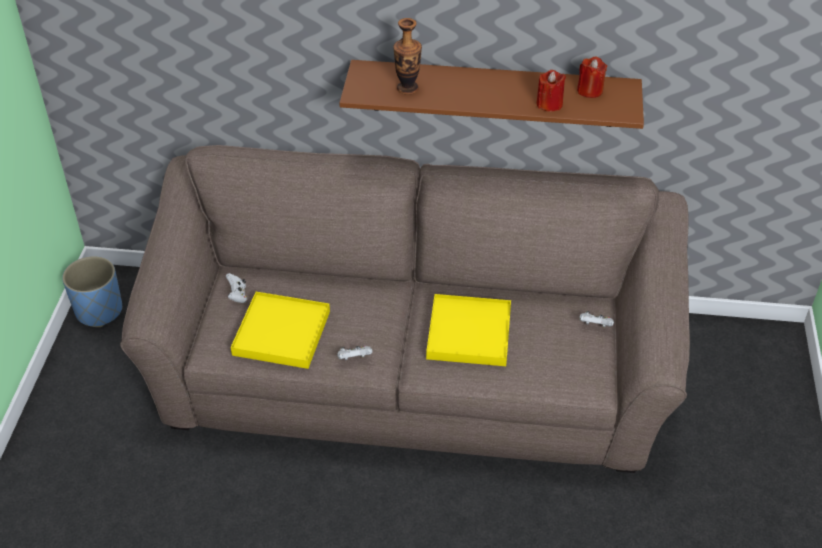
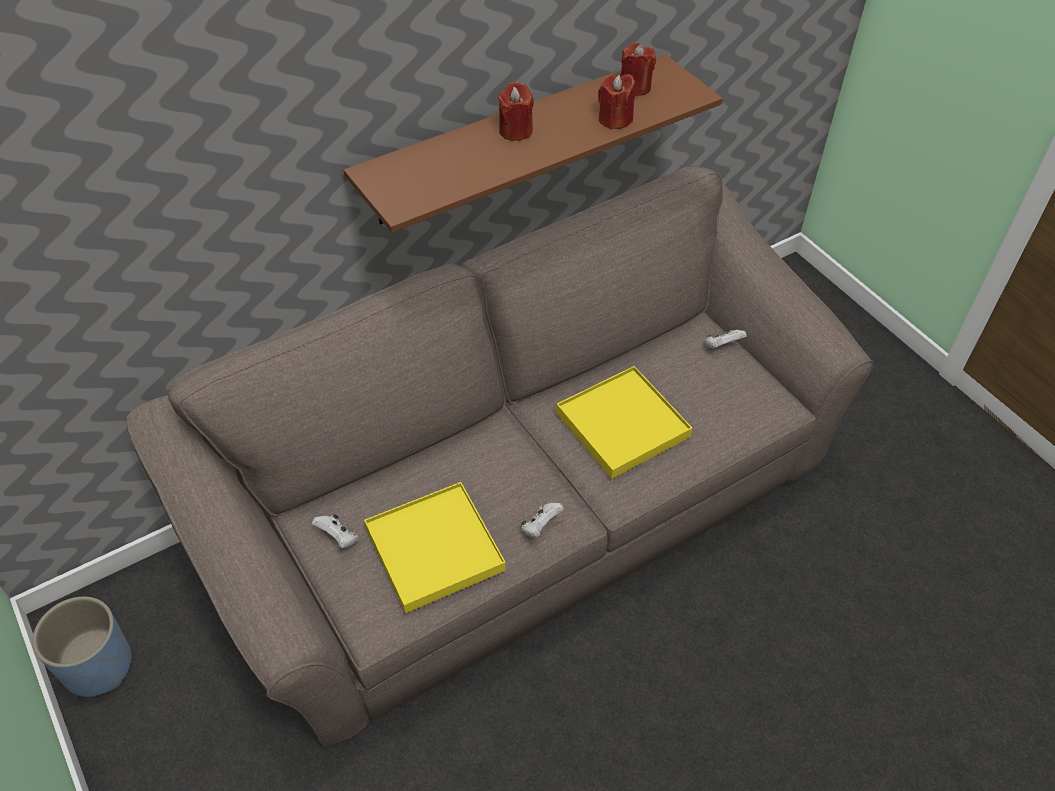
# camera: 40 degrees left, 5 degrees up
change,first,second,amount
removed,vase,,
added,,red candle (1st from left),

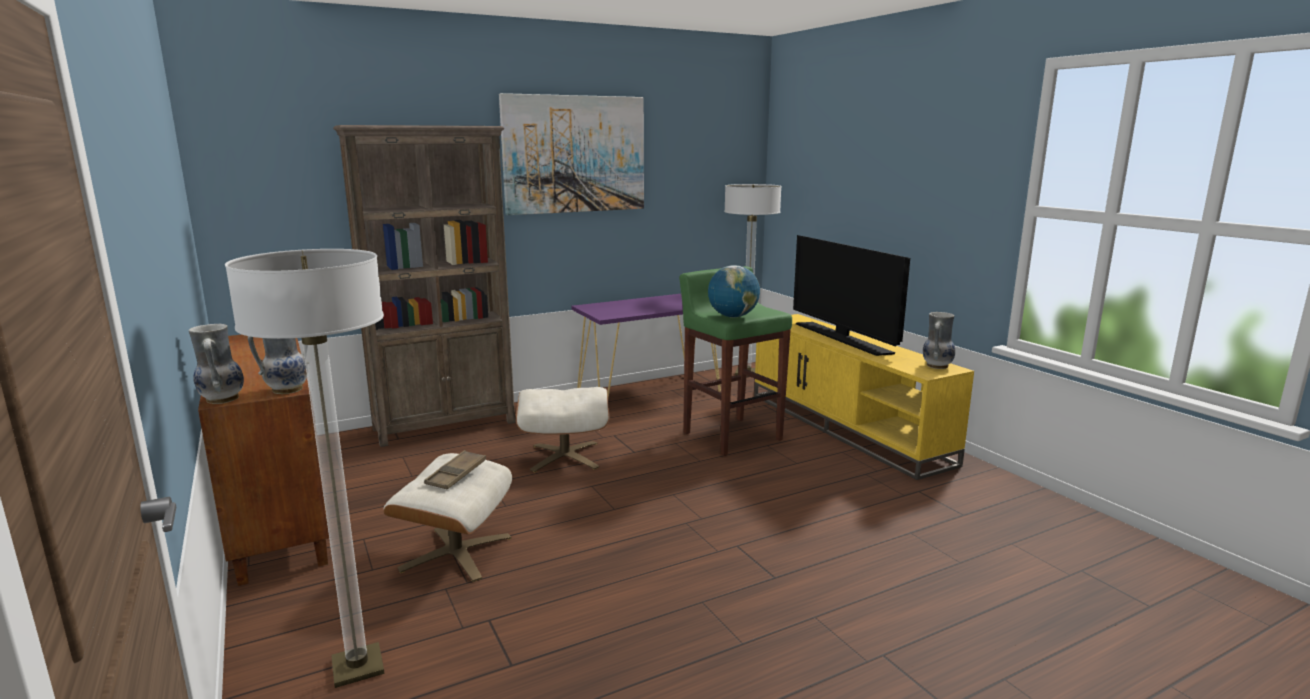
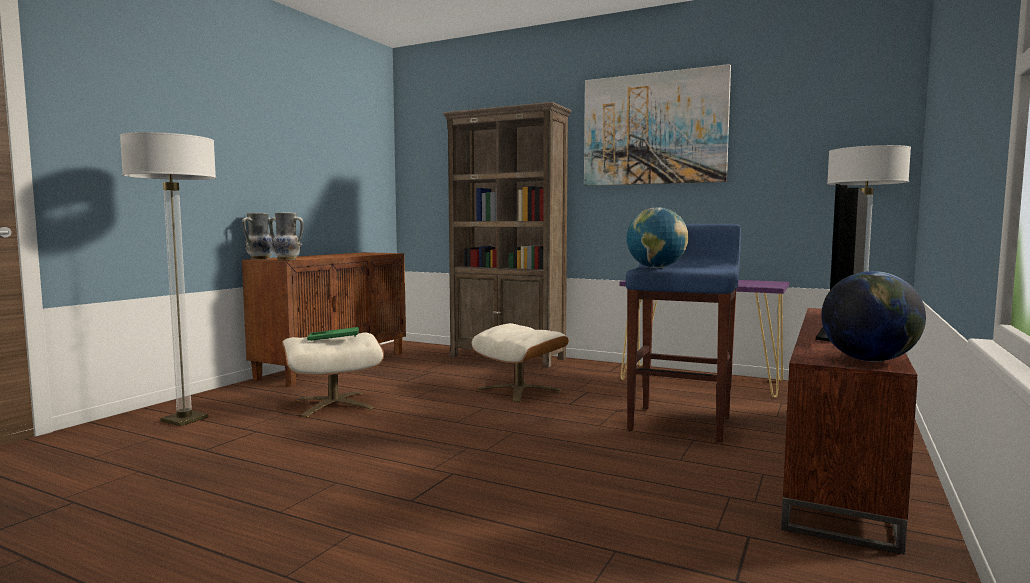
# camera: 55 degrees right, 10 degrees down
change,first,second,amount
recoloured,green-coloured stool seat,blue stool seat,
replaced,vase (3rd from left),desk globe (2nd from left),
recoloured,yellow-coloured media console,brownish media console,
recoloured,brownish tray,green-coloured tray,

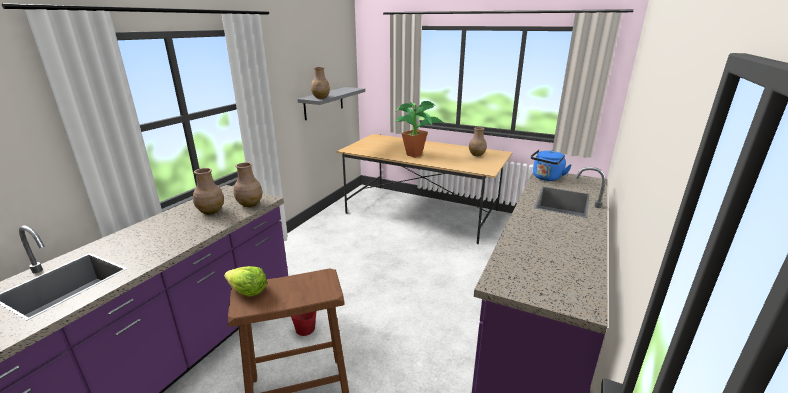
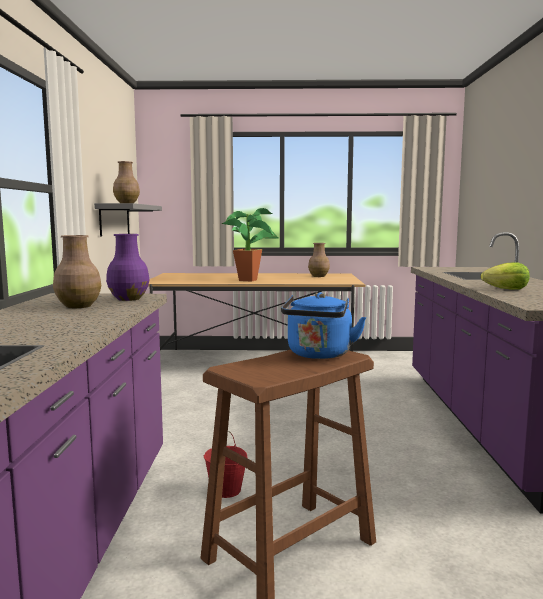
# camera: 25 degrees left, 15 degrees down
change,first,second,amount
moved,blue kettle,,
recoloured,brownish vase (2nd from left),purple vase,
moved,head of lettuce,,

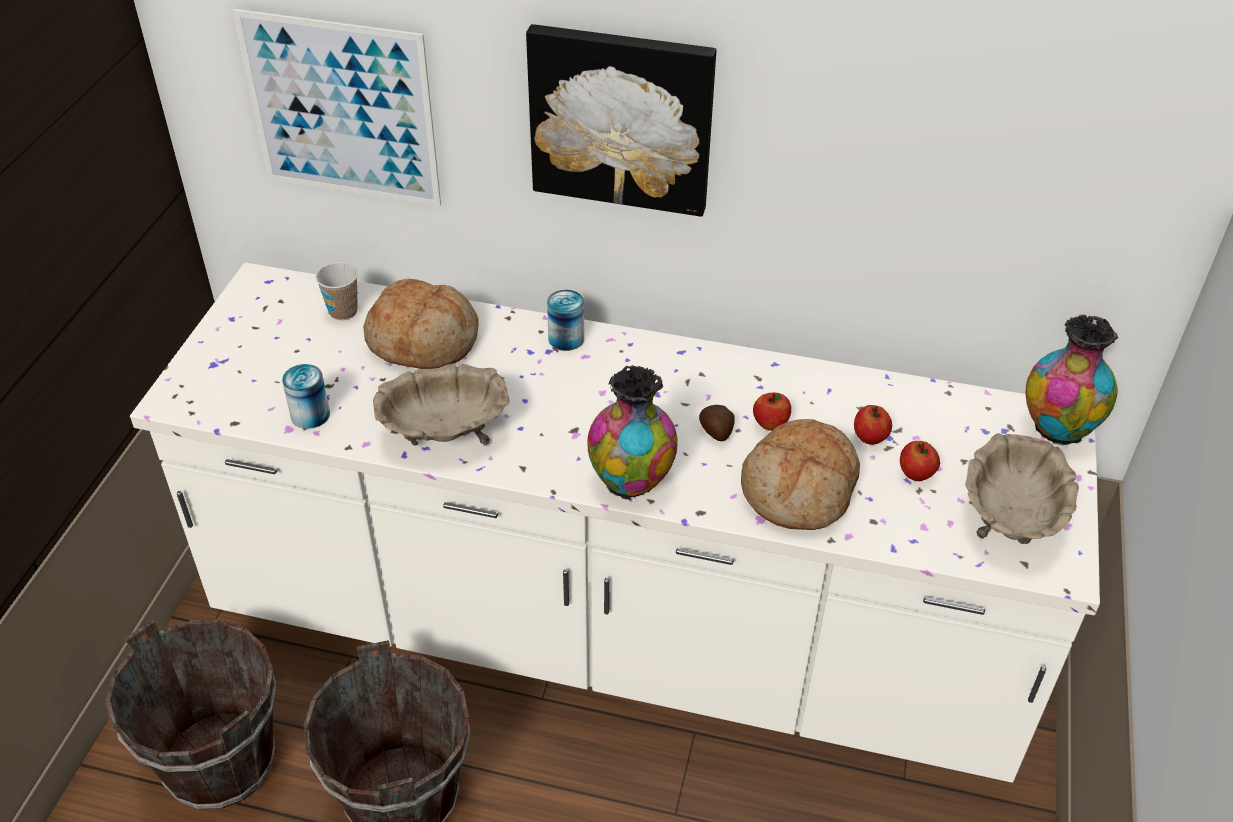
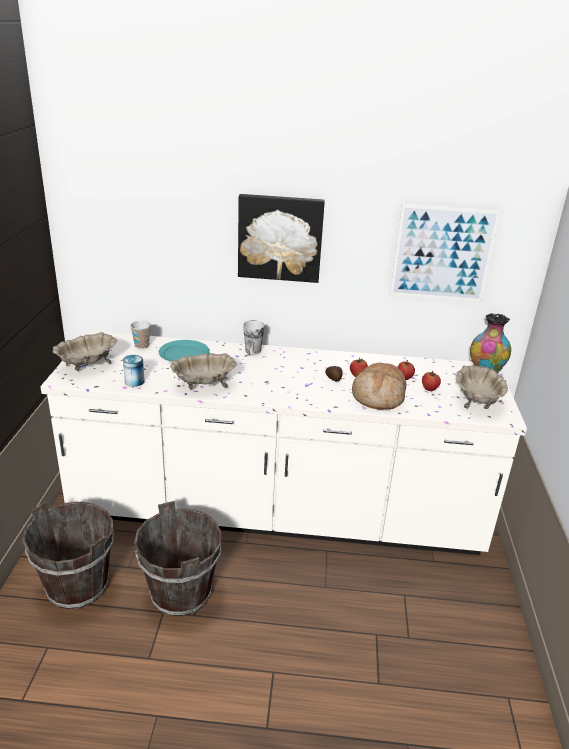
# camera: 10 degrees left, 15 degrees down
change,first,second,amount
moved,wall art (1st from left in the first image),wall art (2nd from left),
replaced,bakery bread (1st from left),turquoise flat dish,
replaced,sealed can (2nd from left),cup (2nd from left),
removed,vase (1st from left),,
added,,beige deep dish (1st from left),

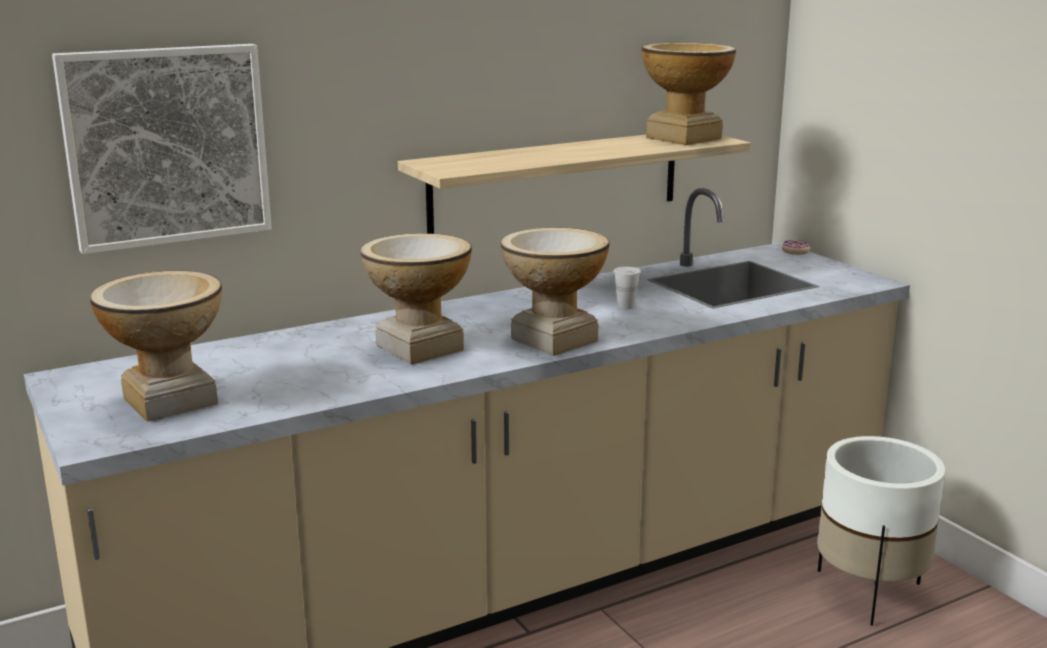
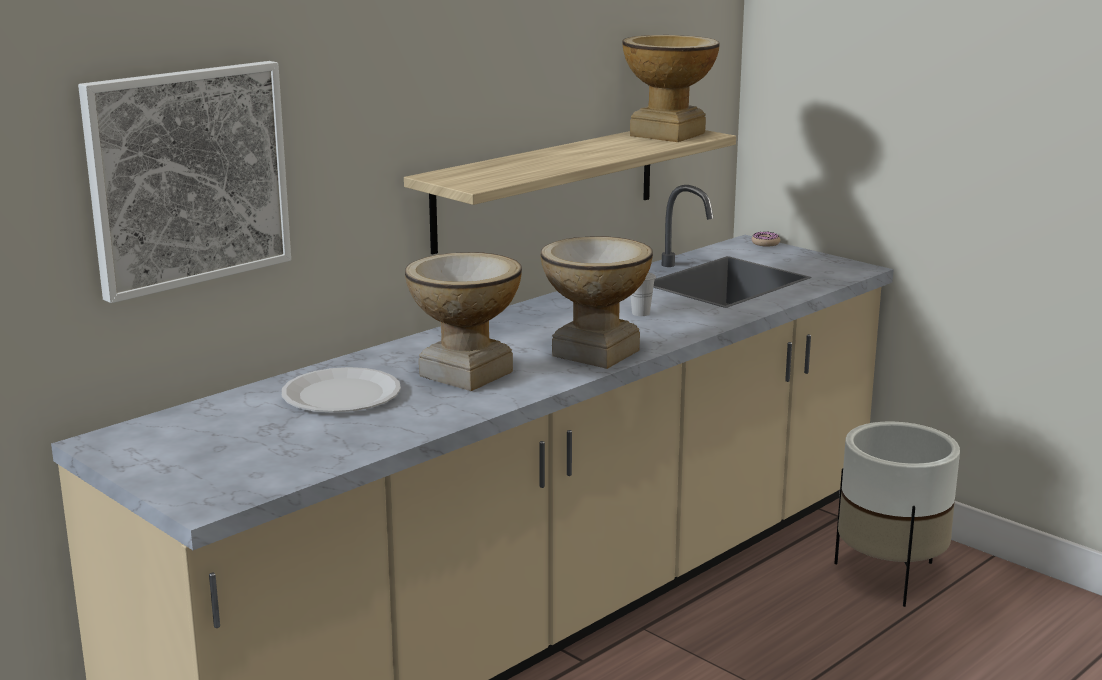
# camera: 15 degrees left, 0 degrees up
change,first,second,amount
removed,vase (1st from left),,
added,,white flat dish,

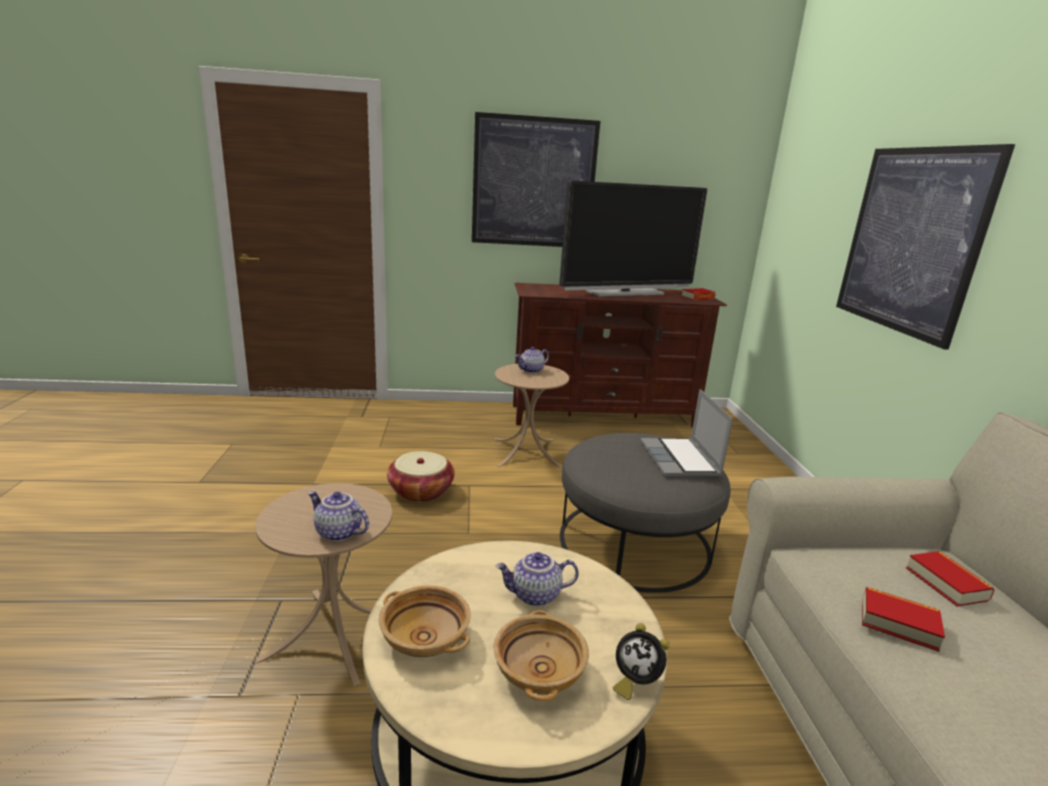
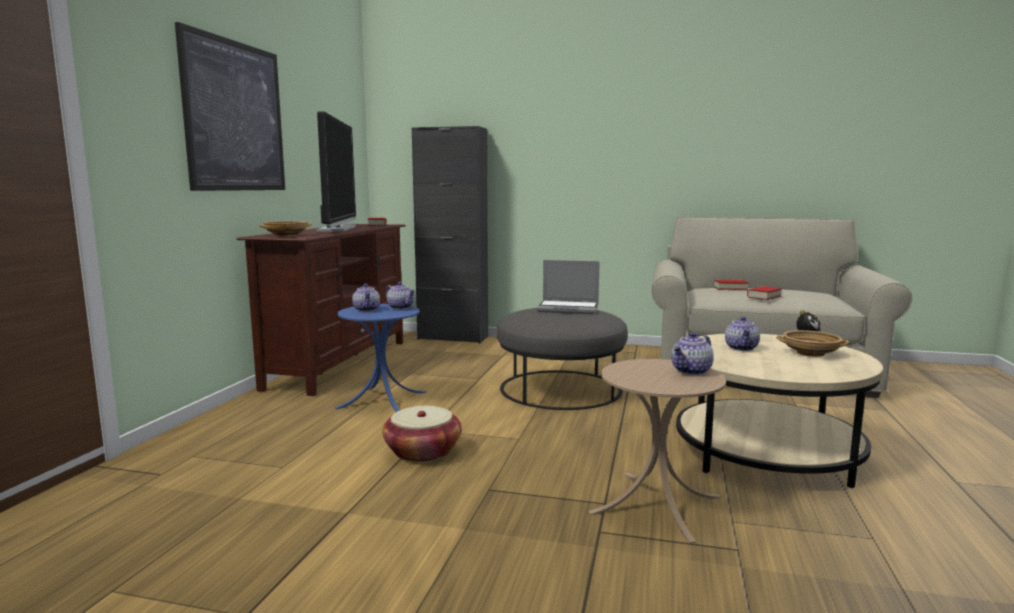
# camera: 70 degrees left, 10 degrees down
change,first,second,amount
removed,wall art (2nd from left),,
recoloured,beige end table (2nd from left),blue end table,
moved,beige deep dish (1st from left),,
added,,black cupboard,
added,,teapot (2nd from left),

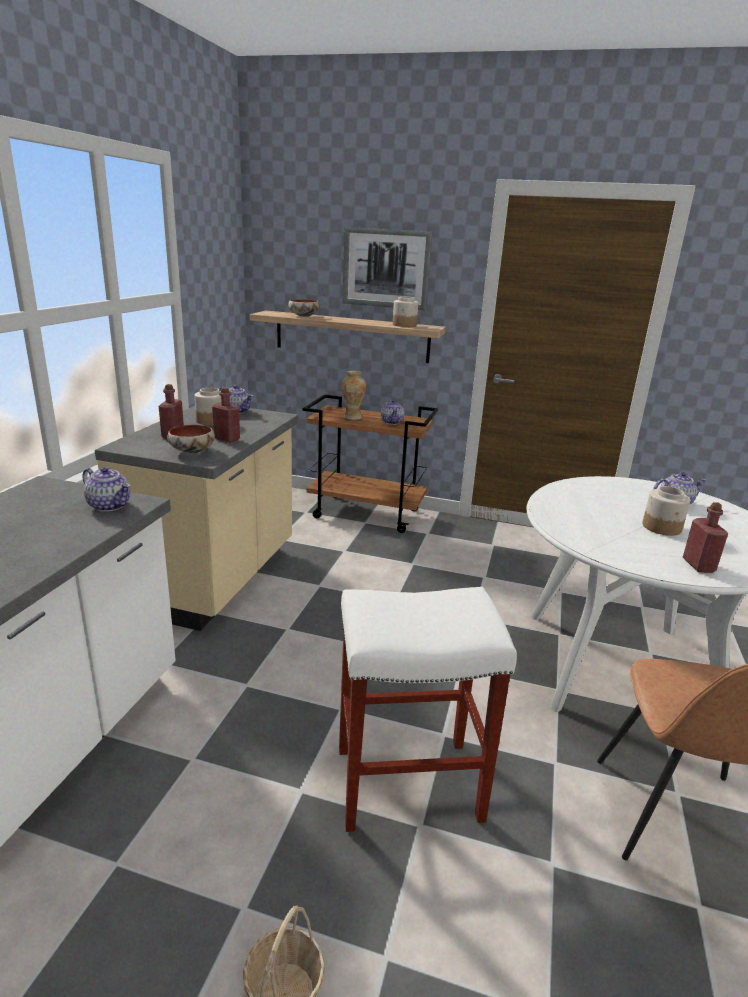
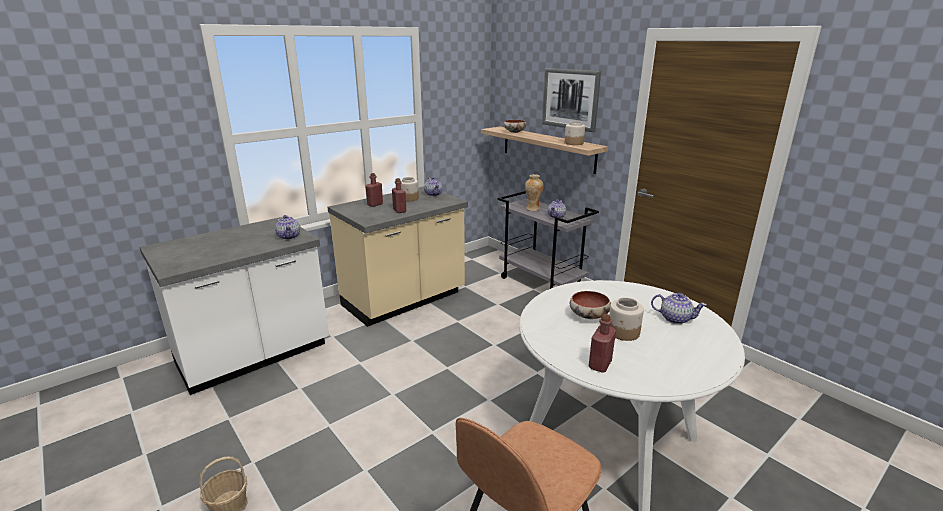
# camera: 35 degrees right, 0 degrees up
change,first,second,amount
recoloured,brownish cart,gray cart,
moved,deep dish (1st from left in the first image),deep dish (2nd from left),
removed,white stool seat,,

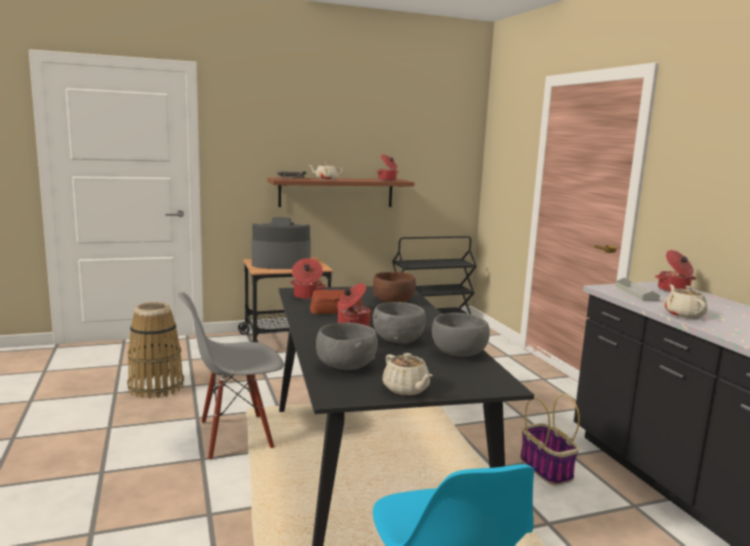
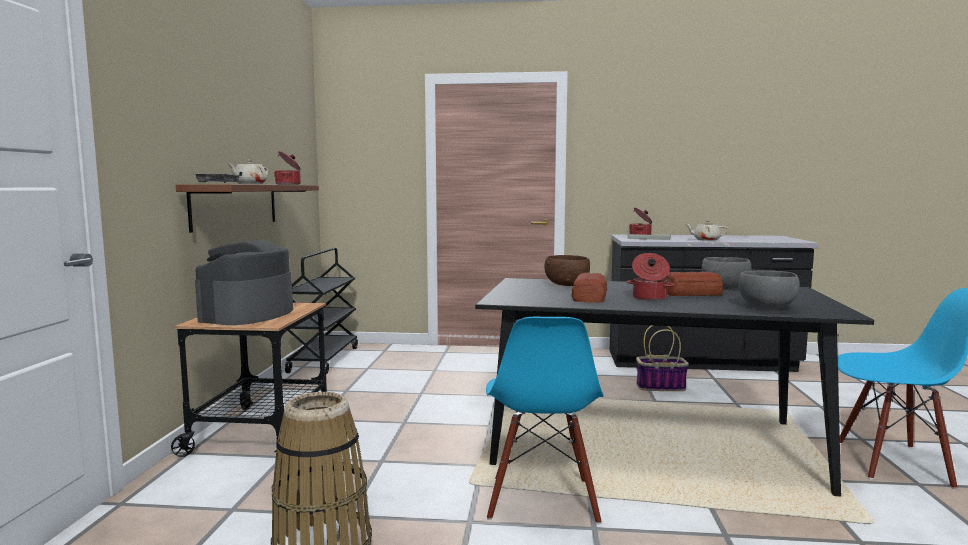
# camera: 65 degrees left, 5 degrees down
change,first,second,amount
removed,saucepot (1st from left),,
recoloured,gray plain chair,blue plain chair (1st from left),
replaced,gray deep dish (2nd from left),bakery bread (2nd from left),
removed,beige teapot (2nd from left),,

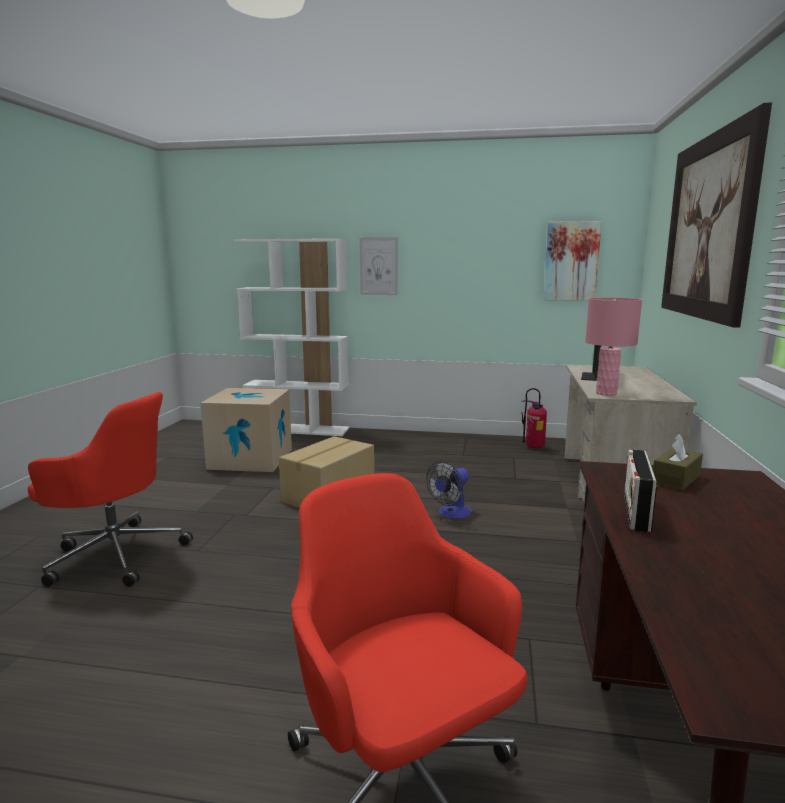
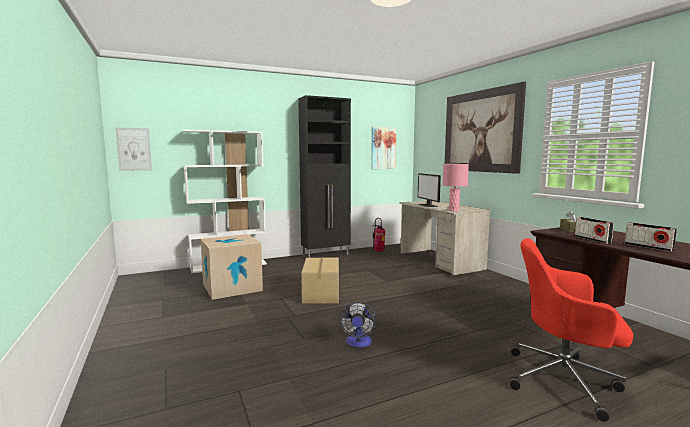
# camera: 35 degrees left, 5 degrees down
change,first,second,amount
moved,wall art (1st from left),,
removed,red desk chair (1st from left),,
moved,cooling fan,,
added,,black cupboard,
added,,radio (2nd from left),

